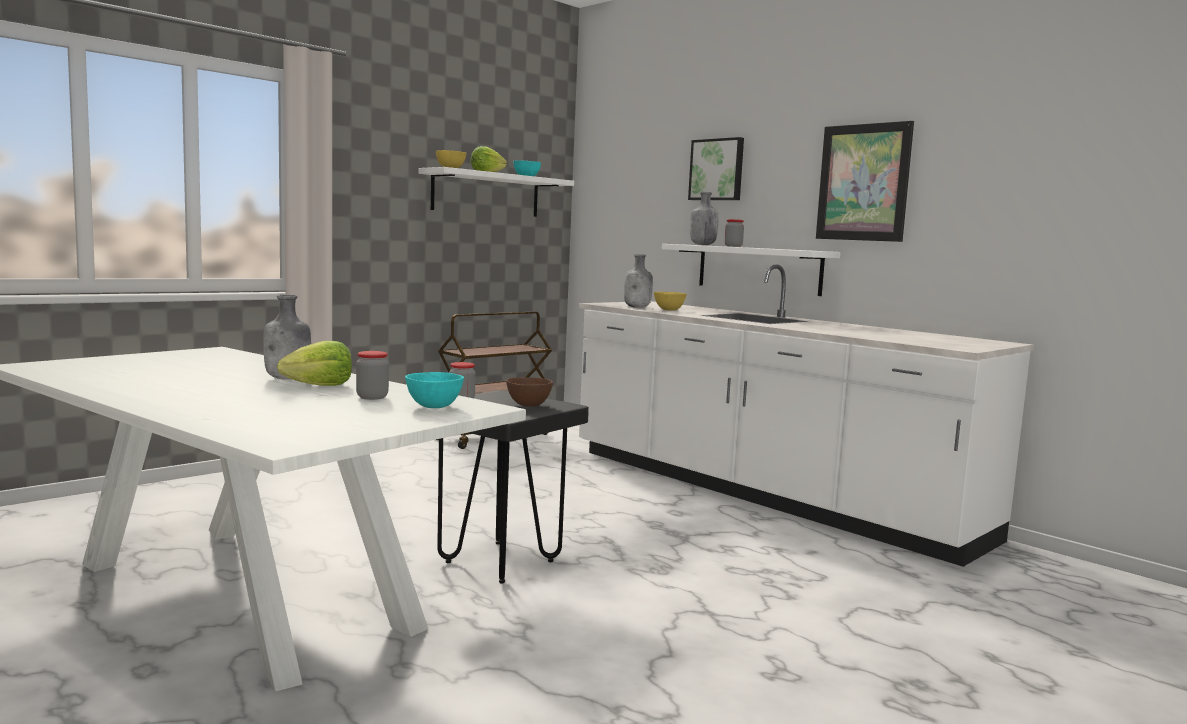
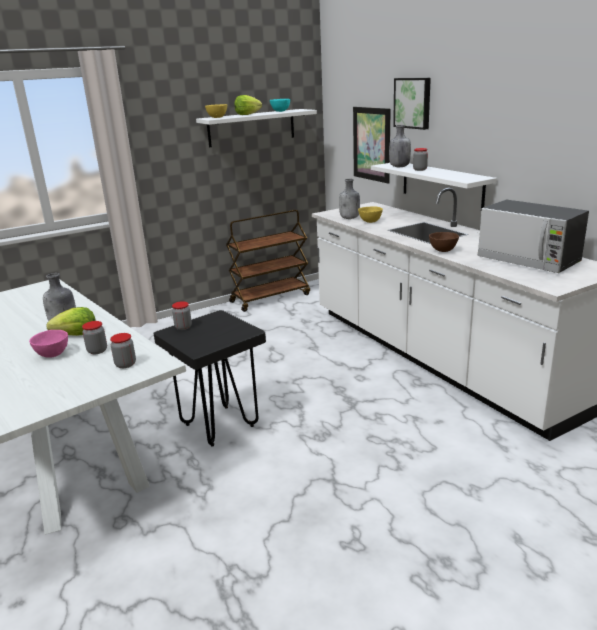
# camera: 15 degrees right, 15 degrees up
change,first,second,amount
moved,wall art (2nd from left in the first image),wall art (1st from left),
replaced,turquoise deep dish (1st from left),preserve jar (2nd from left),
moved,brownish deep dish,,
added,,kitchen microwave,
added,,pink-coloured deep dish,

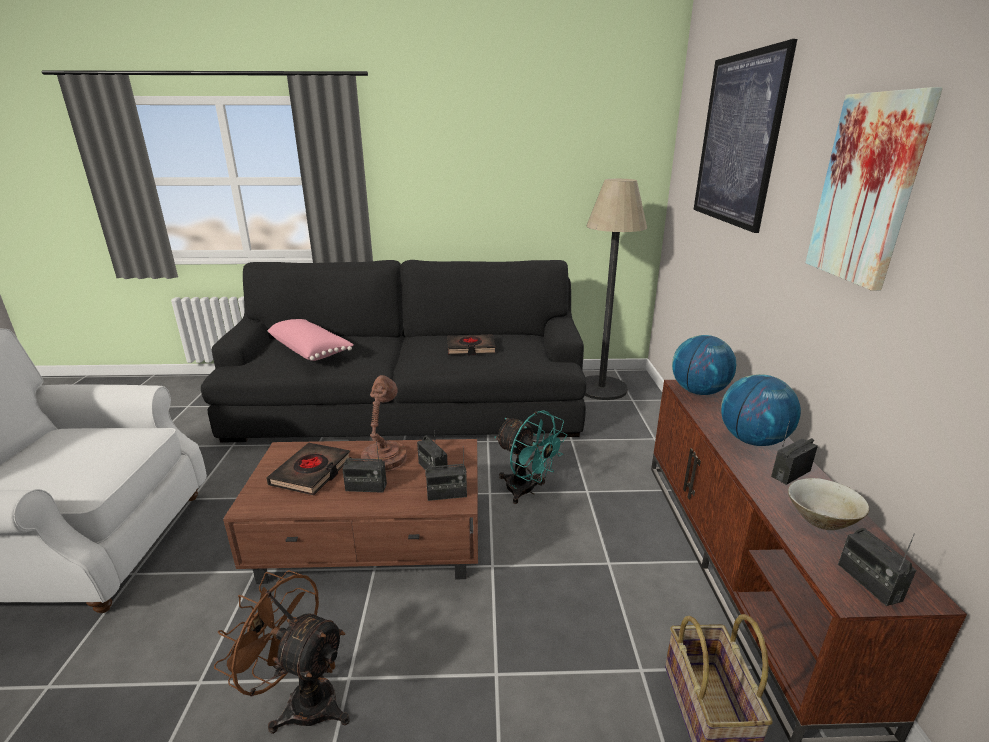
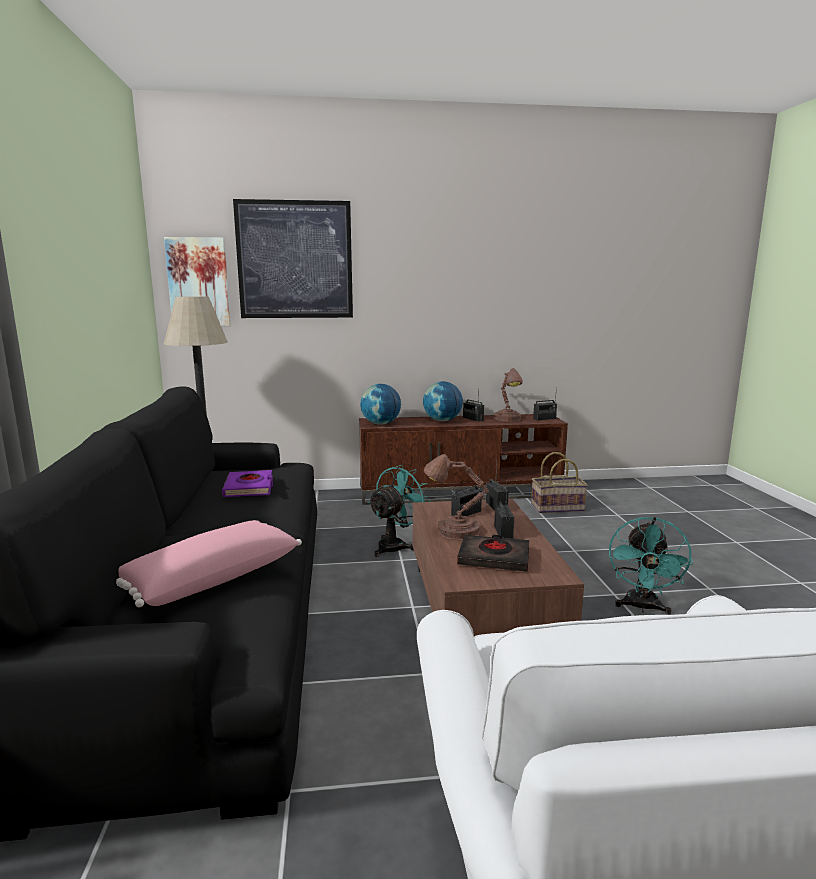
# camera: 95 degrees left, 10 degrees down
change,first,second,amount
moved,wall art (2nd from left in the first image),wall art (1st from left),
recoloured,black bound book (2nd from left),purple bound book,
replaced,beige deep dish,brownish lamp for a table (2nd from left),
recoloured,brownish cooling fan,turquoise cooling fan (2nd from left),

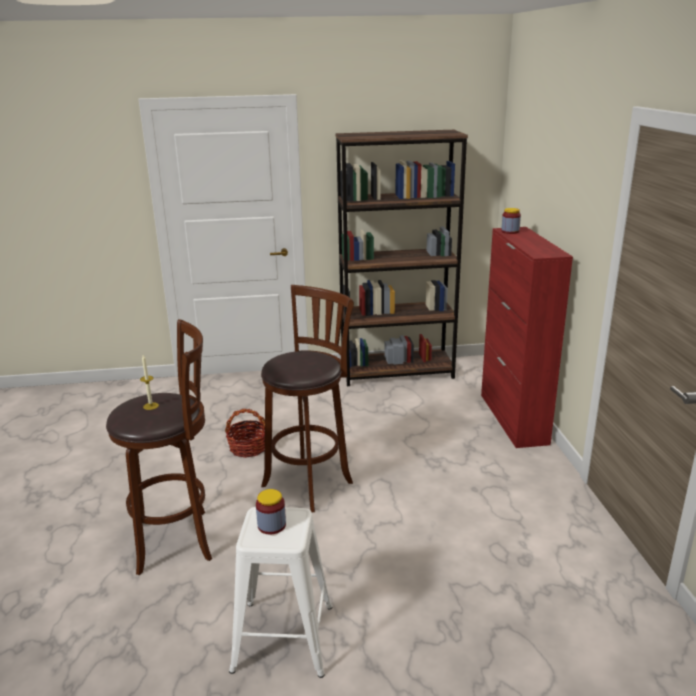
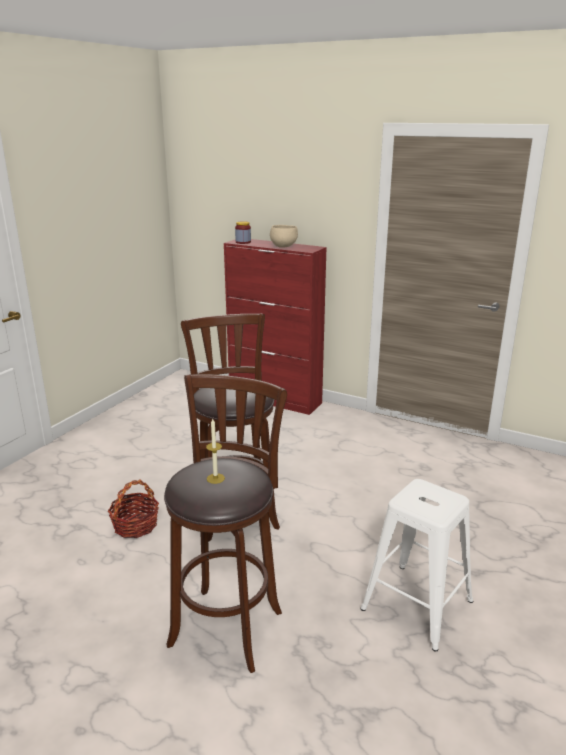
# camera: 55 degrees left, 0 degrees up
change,first,second,amount
removed,brownish bookcase,,
removed,preserve jar (1st from left),,
added,,beige deep dish,

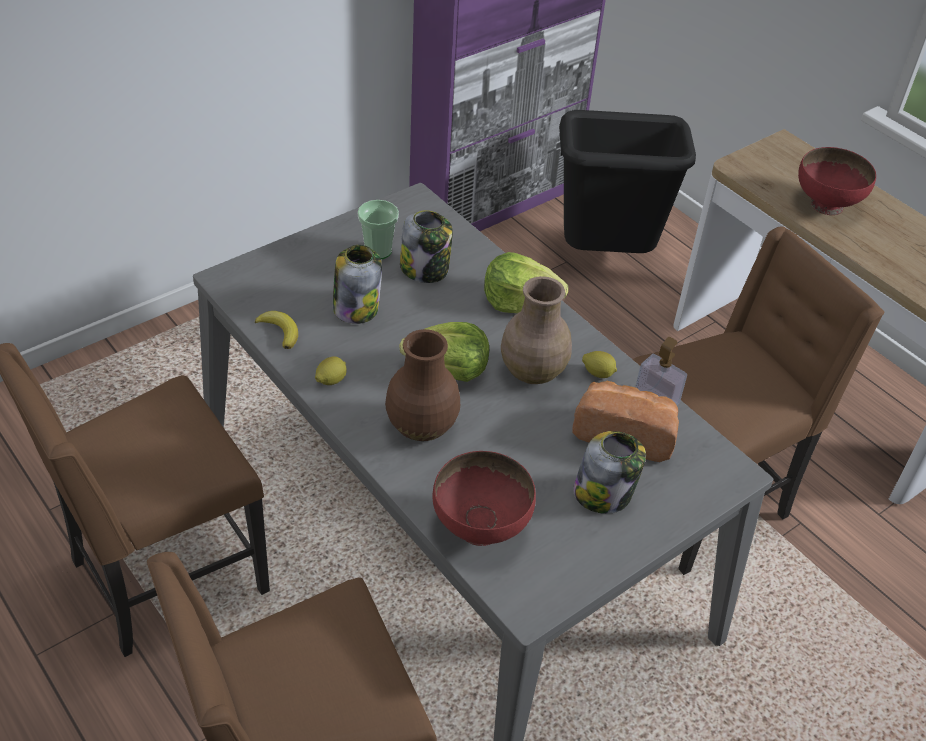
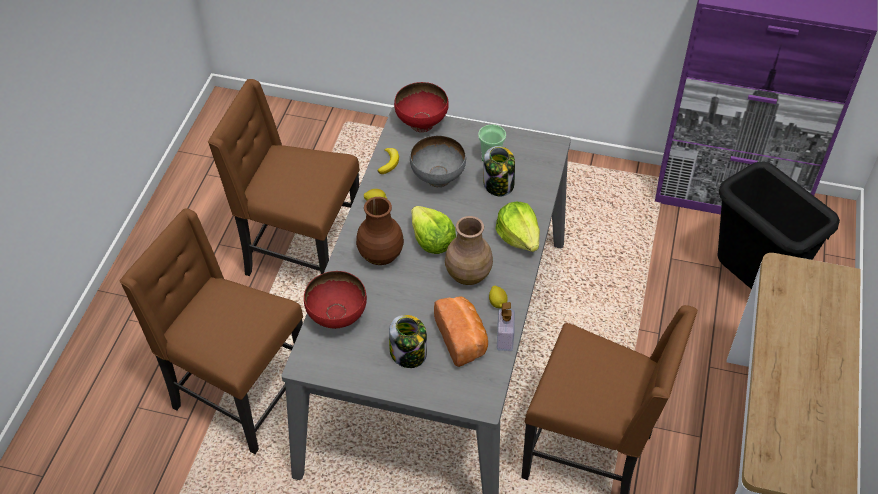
# camera: 55 degrees right, 5 degrees up
change,first,second,amount
moved,red deep dish (2nd from left),,
replaced,preserve jar (1st from left),gray deep dish,

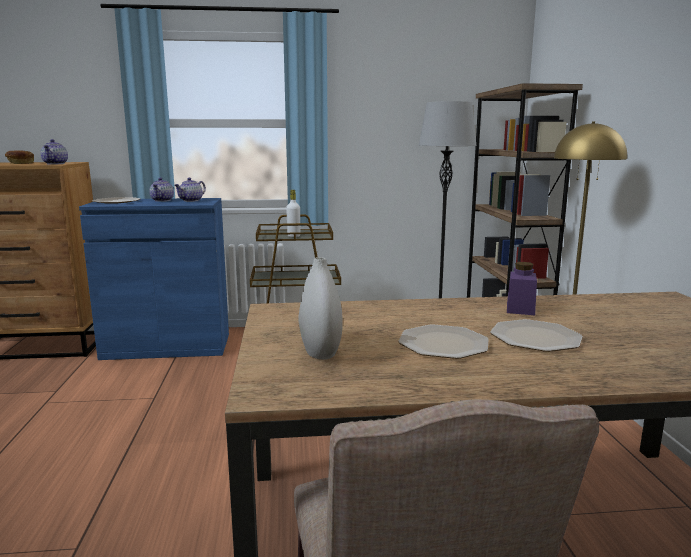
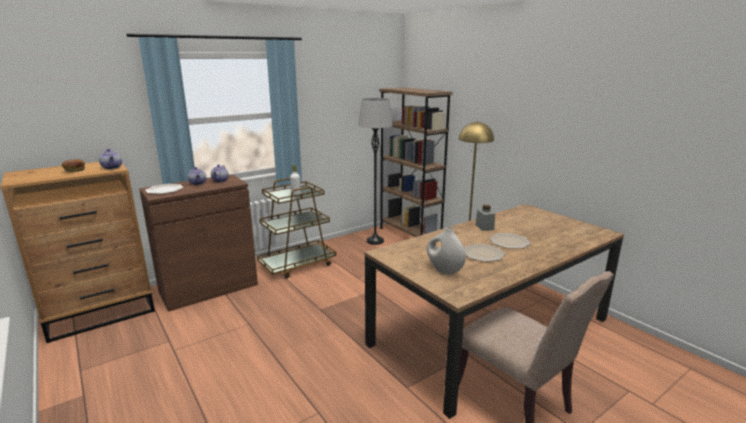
# camera: 30 degrees left, 5 degrees up
change,first,second,amount
recoloured,blue cupboard,brownish cupboard,
recoloured,purple preserve jar,gray preserve jar,

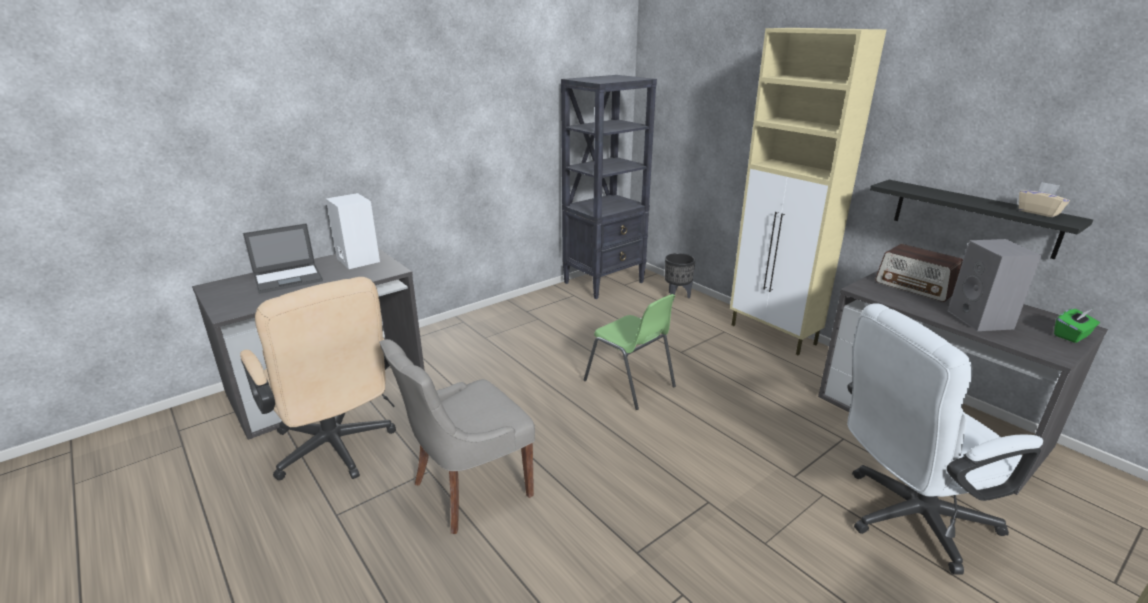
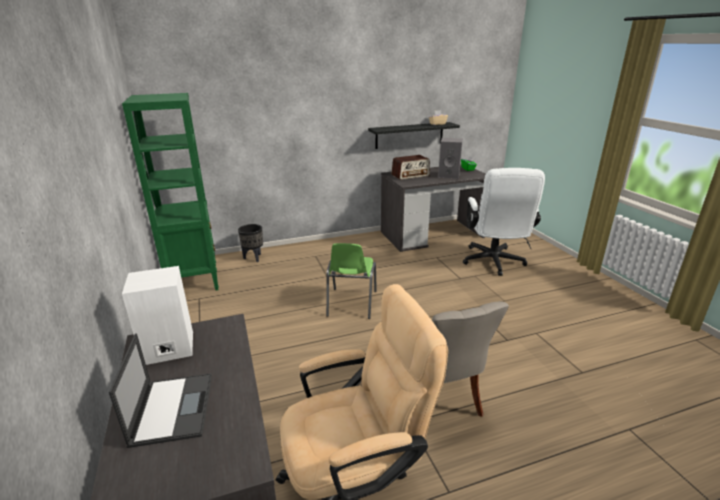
# camera: 70 degrees left, 0 degrees up
change,first,second,amount
removed,beige cupboard,,
recoloured,black bookcase,green-coloured bookcase,
turned,green-coloured plain chair,,120 degrees clockwise

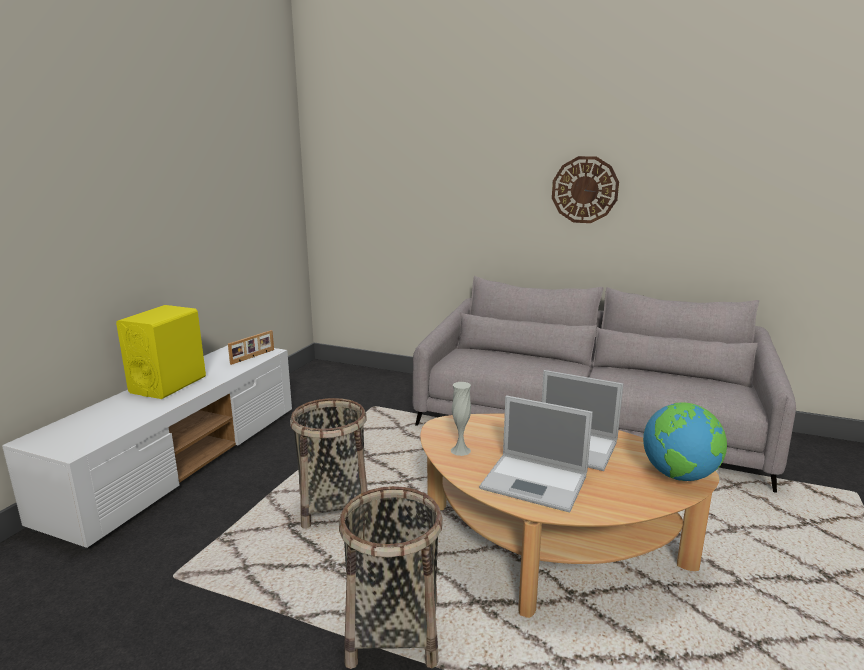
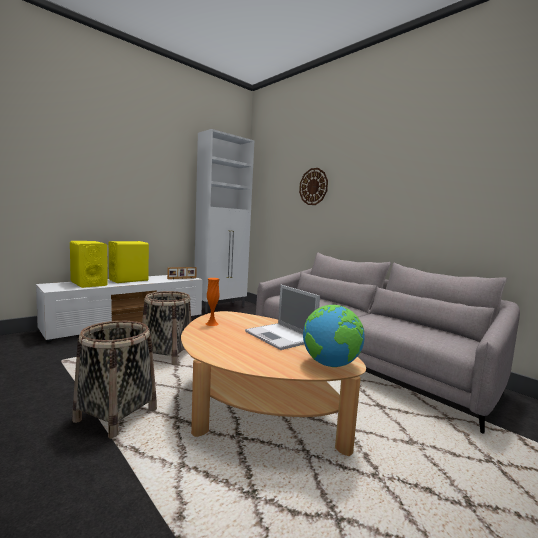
# camera: 25 degrees right, 10 degrees down
change,first,second,amount
moved,wall clock,,
recoloured,white vase,orange vase,
removed,laptop (1st from left),,
added,,white cupboard,
added,,yellow-coloured loudspeaker (1st from left),

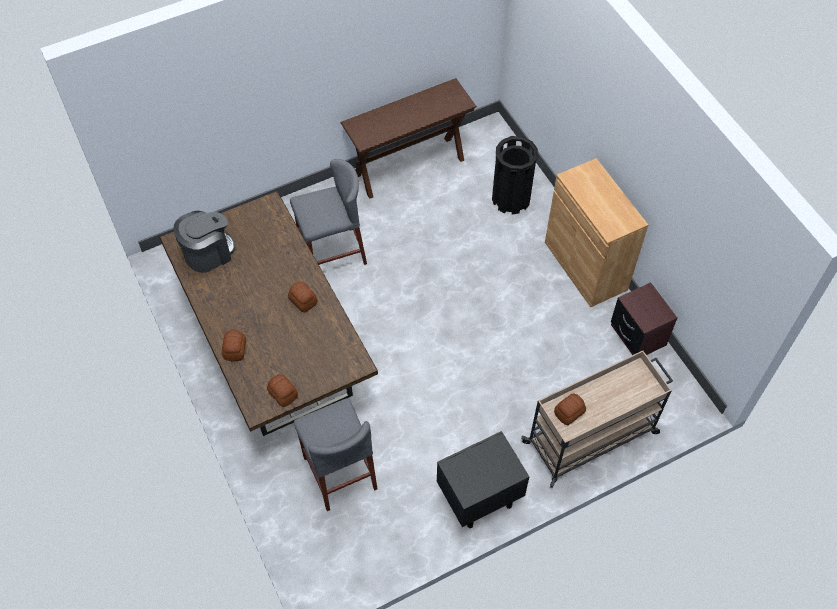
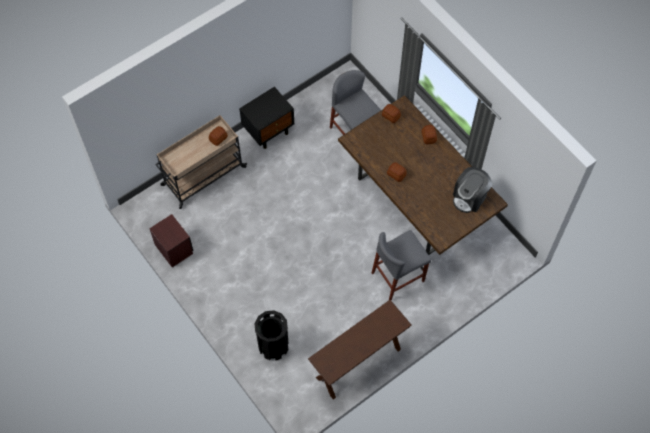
# camera: 170 degrees right, 5 degrees up
change,first,second,amount
removed,brownish cupboard,,

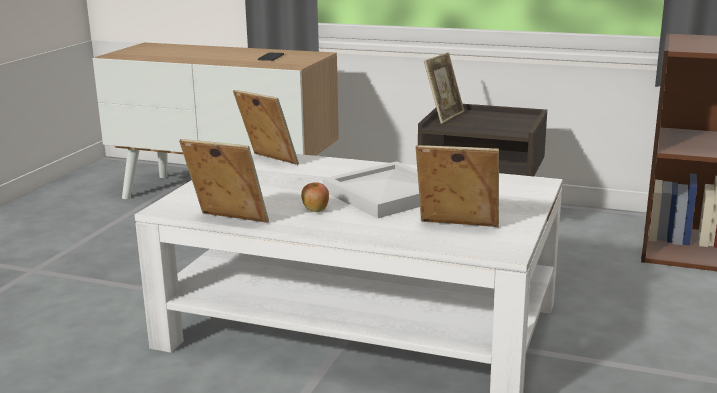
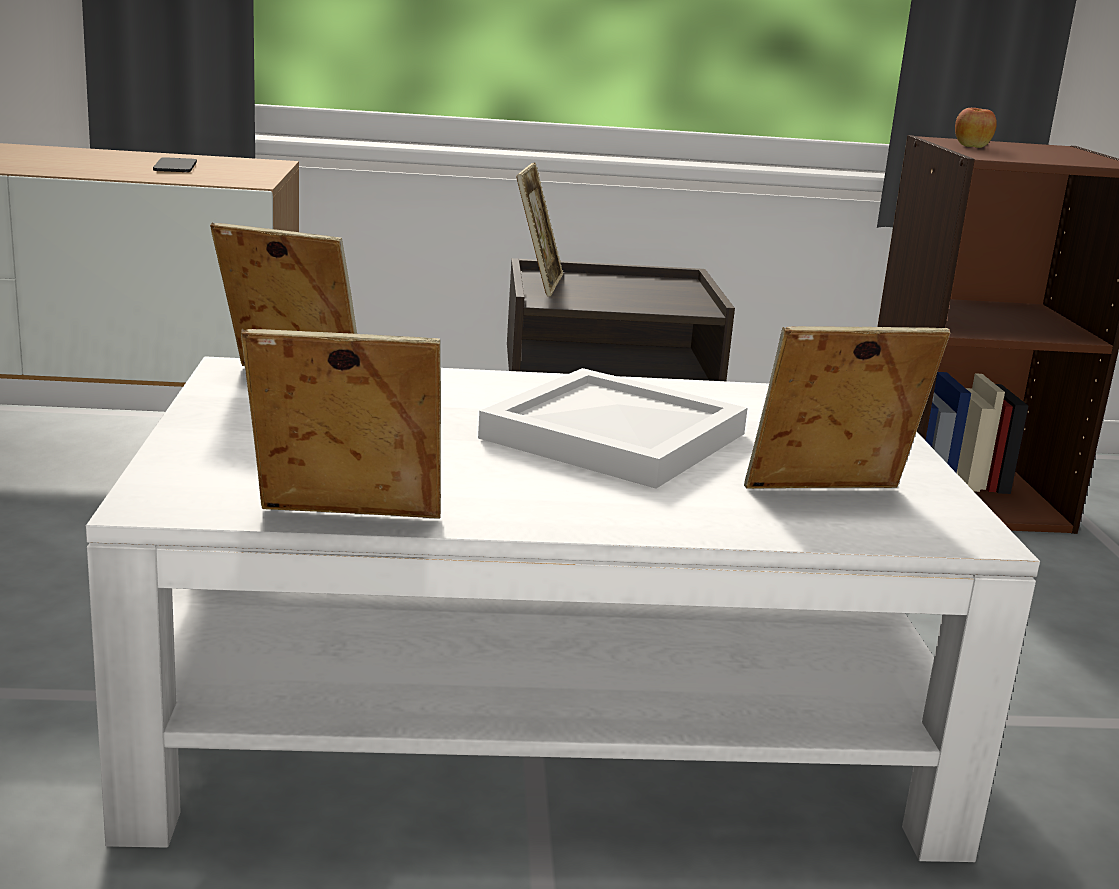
# camera: 25 degrees left, 0 degrees up
change,first,second,amount
moved,apple,,

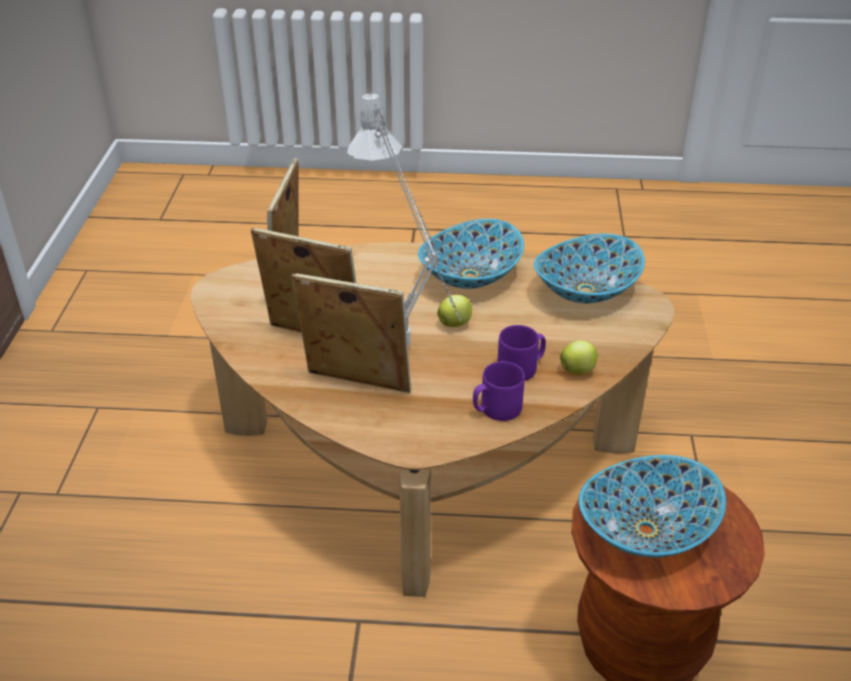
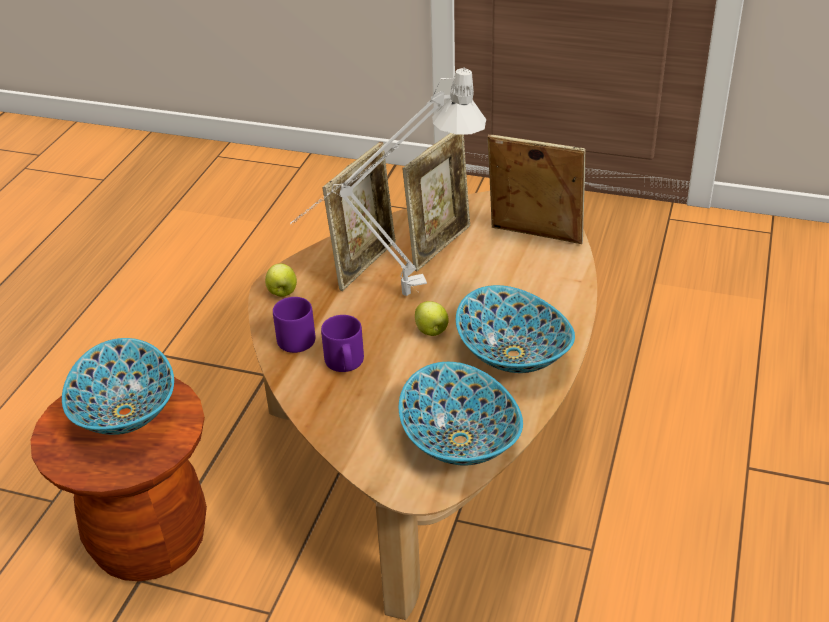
# camera: 105 degrees right, 0 degrees up
change,first,second,amount
moved,apple (2nd from left in the first image),apple (1st from left),

